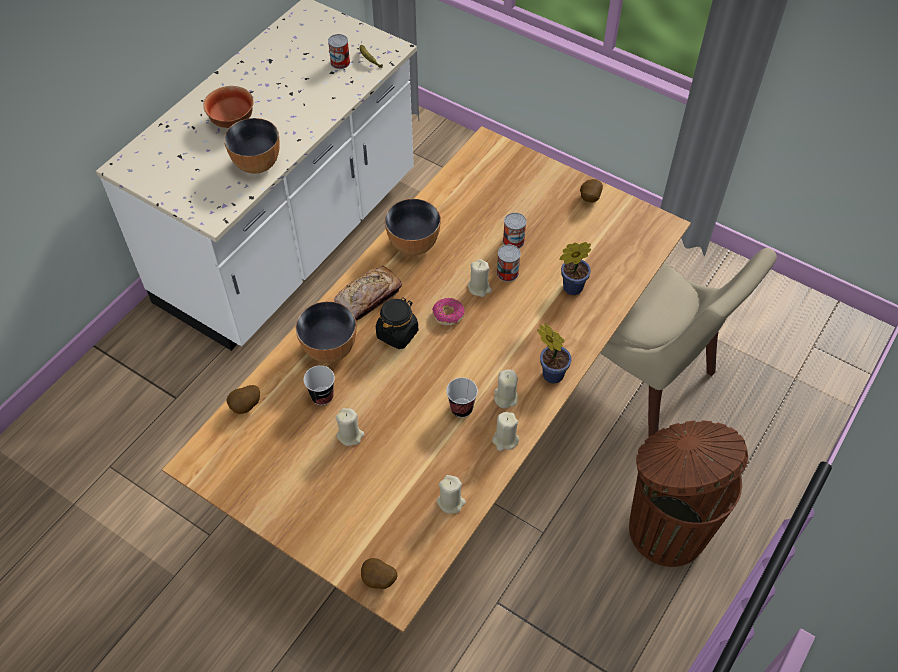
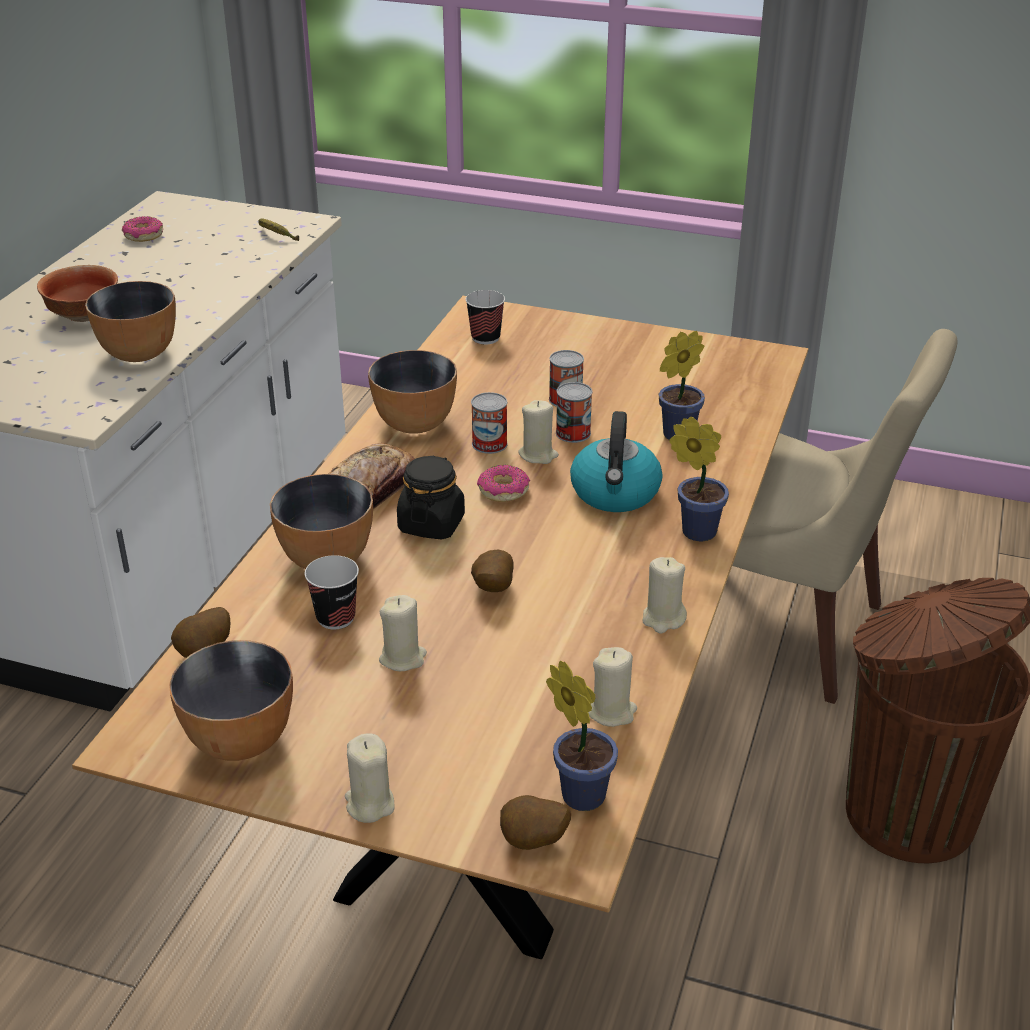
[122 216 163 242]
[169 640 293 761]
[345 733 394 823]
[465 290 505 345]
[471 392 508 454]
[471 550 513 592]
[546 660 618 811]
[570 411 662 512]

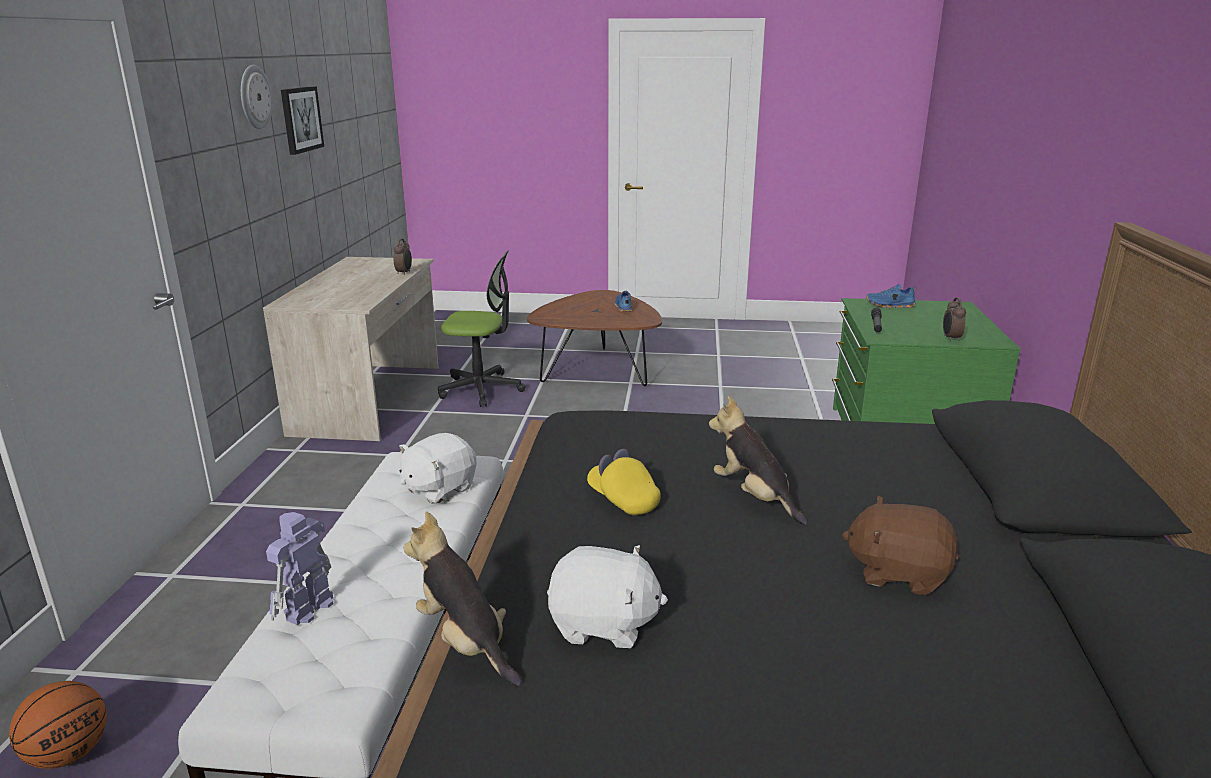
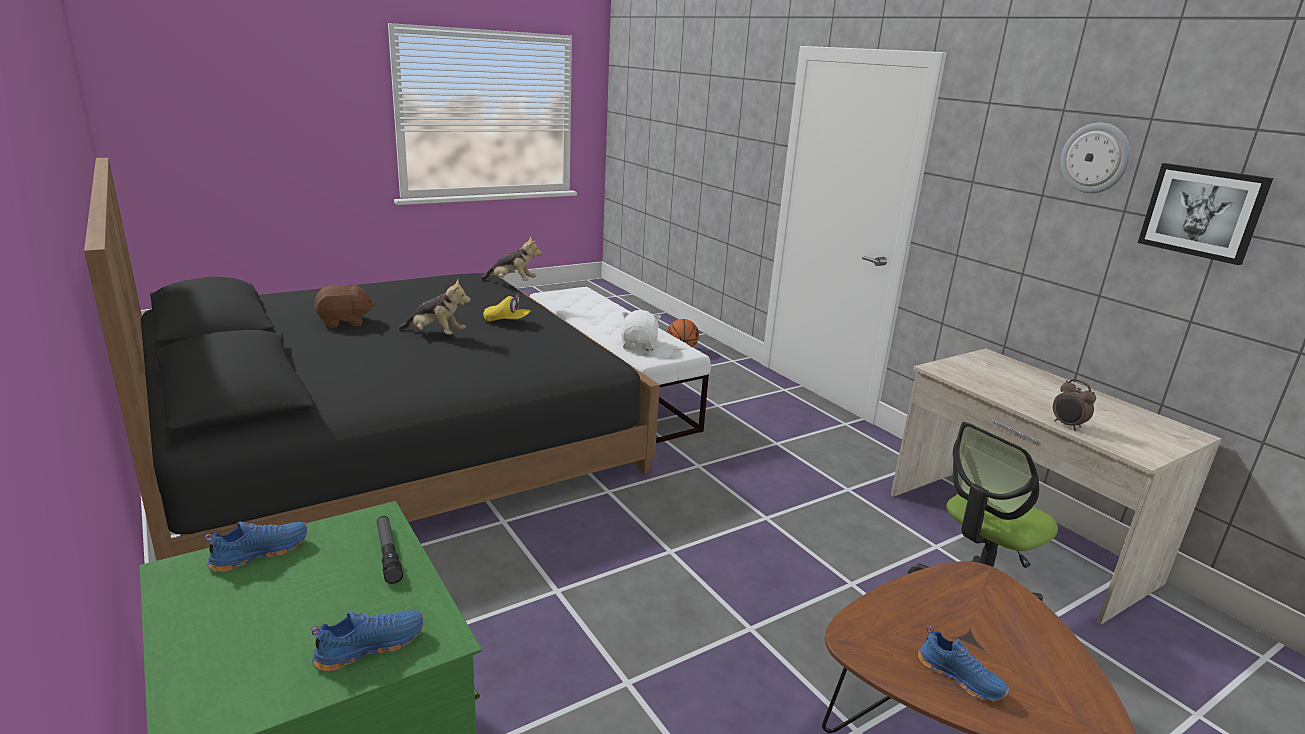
[205 522 307 572]
[266 512 333 625] (first image)
[547 545 668 648] (first image)

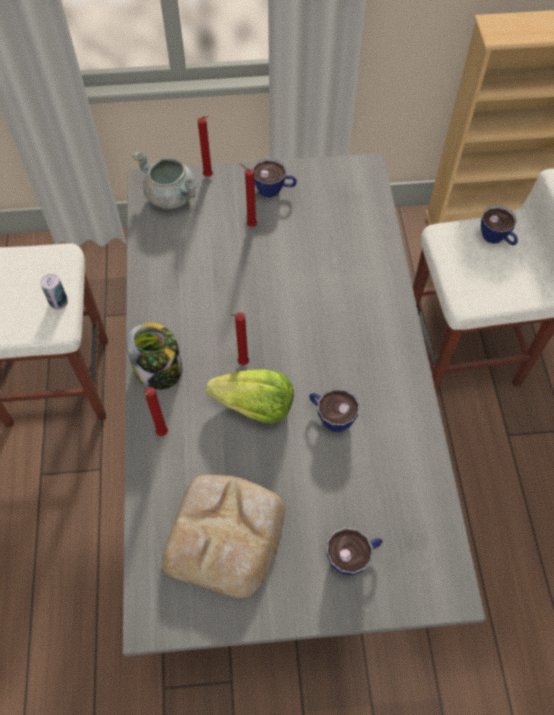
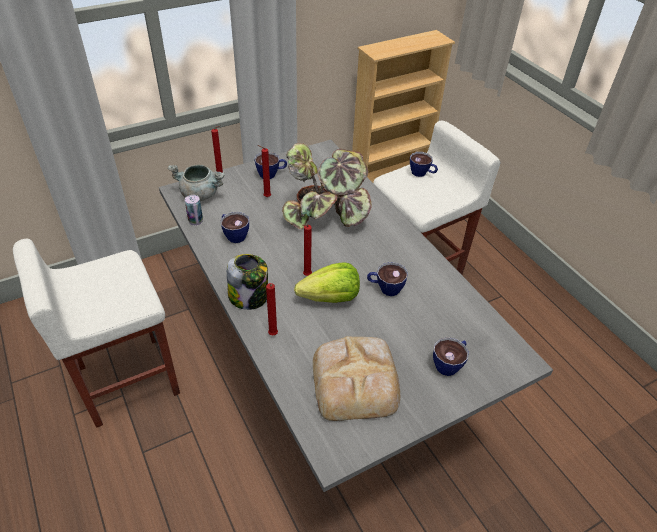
[185 195 203 226]
[221 212 249 243]
[282 143 372 229]

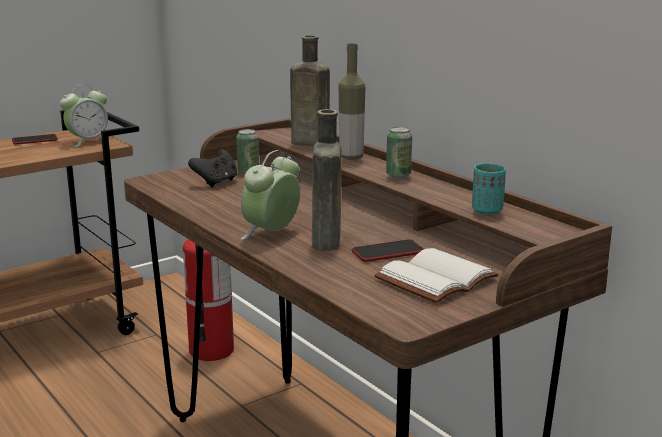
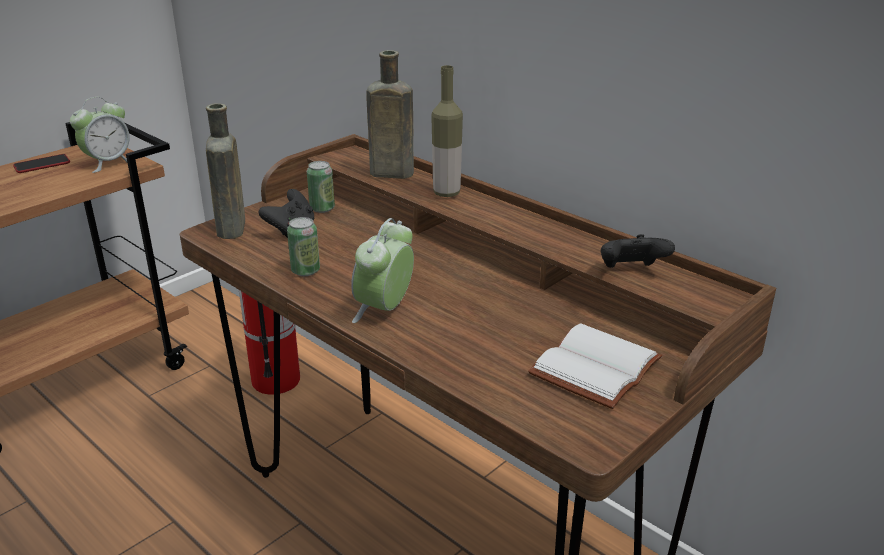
[206 103 245 239]
[287 217 320 276]
[601 234 675 268]
[352 239 424 262] (first image)

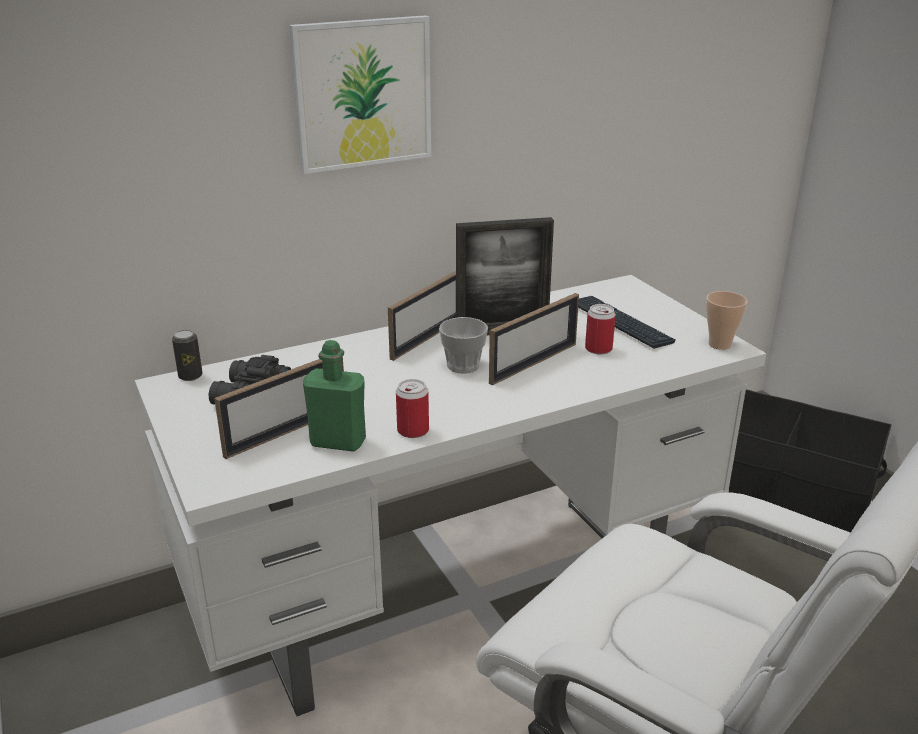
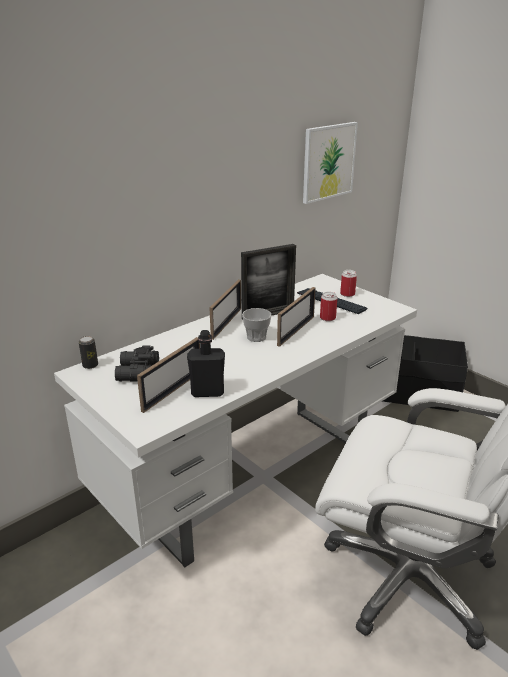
[187 330 225 397]
[303 122 358 204]
[340 270 357 297]
[706 291 747 350] (first image)

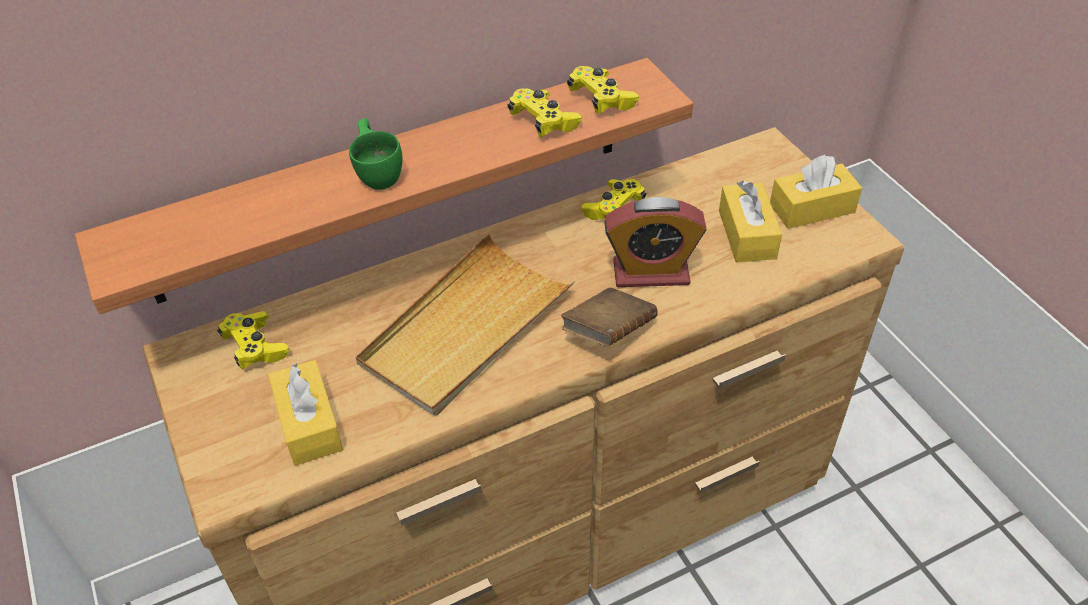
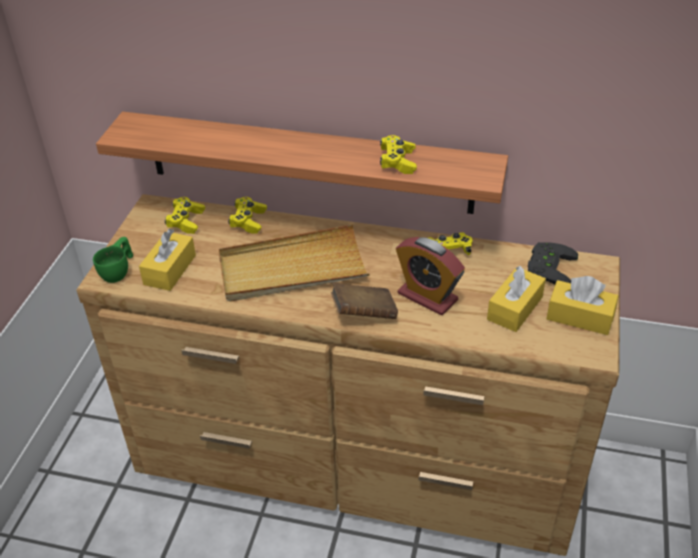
[93 237 133 283]
[228 197 267 234]
[528 242 578 285]

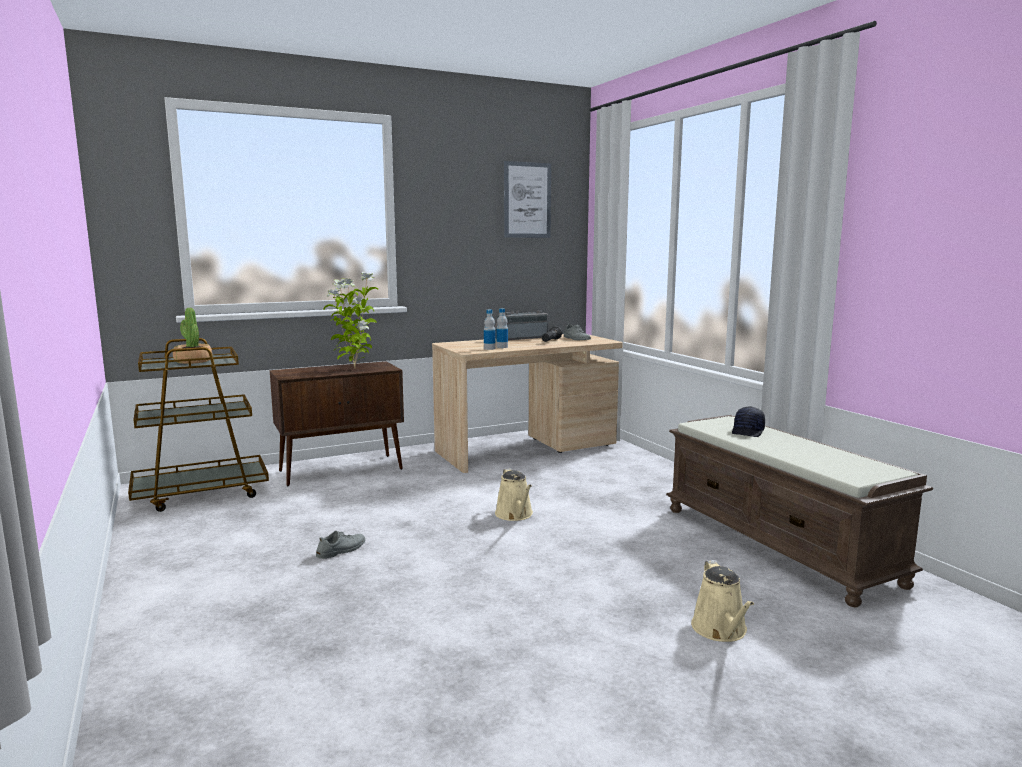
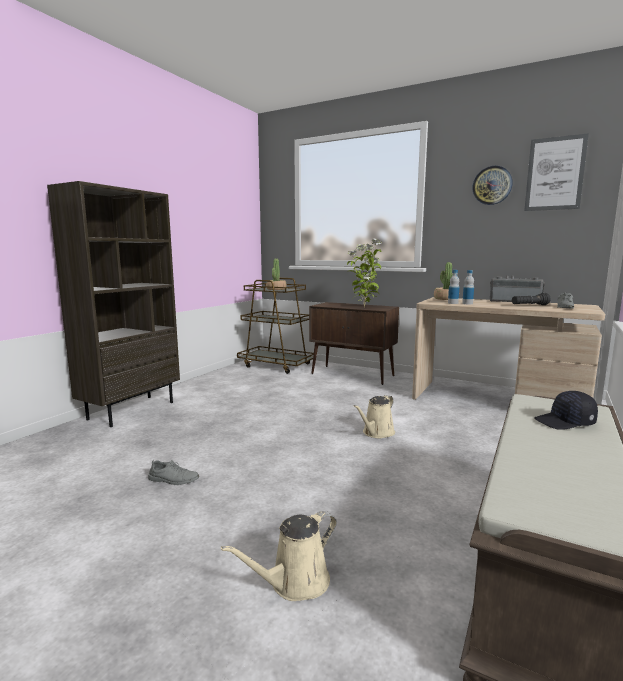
[47 181 180 427]
[148 460 199 485]
[434 262 453 300]
[472 166 513 205]

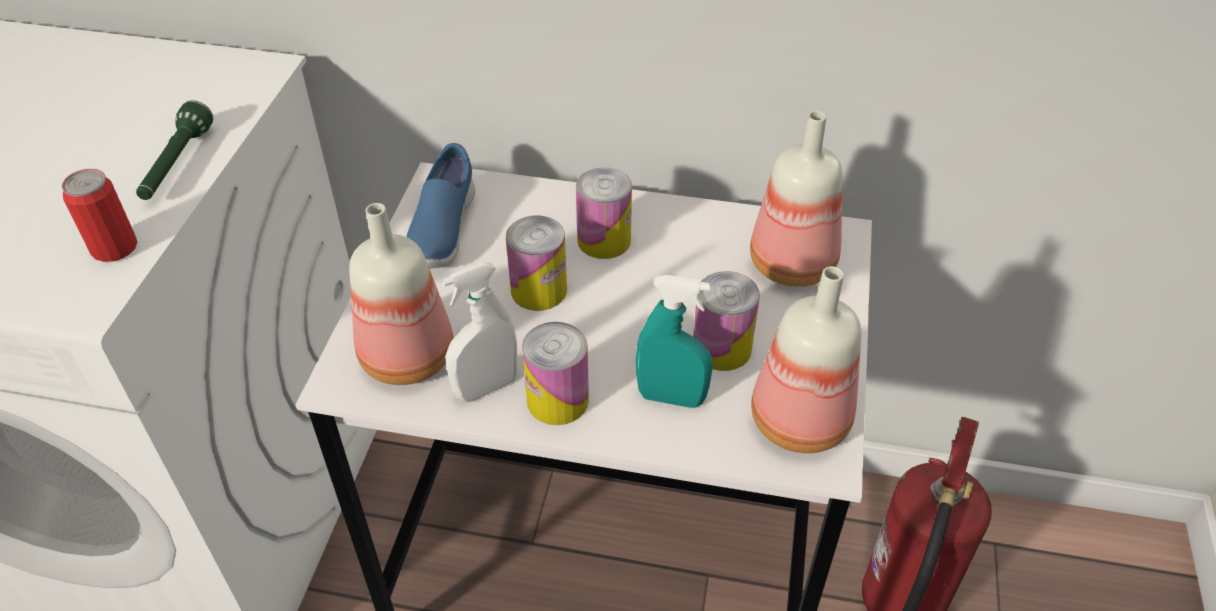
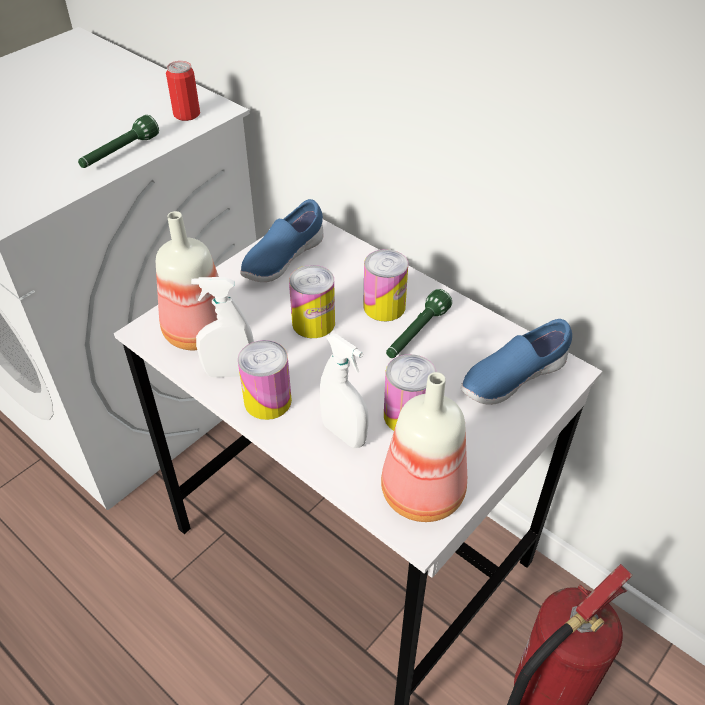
[166 61 200 121]
[320 333 368 448]
[386 289 452 358]
[461 319 572 405]

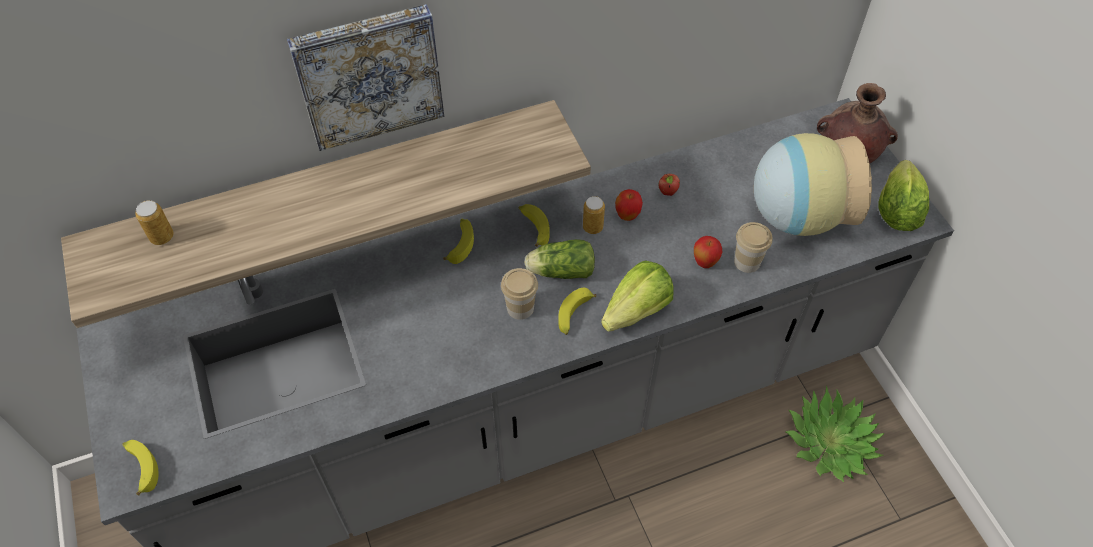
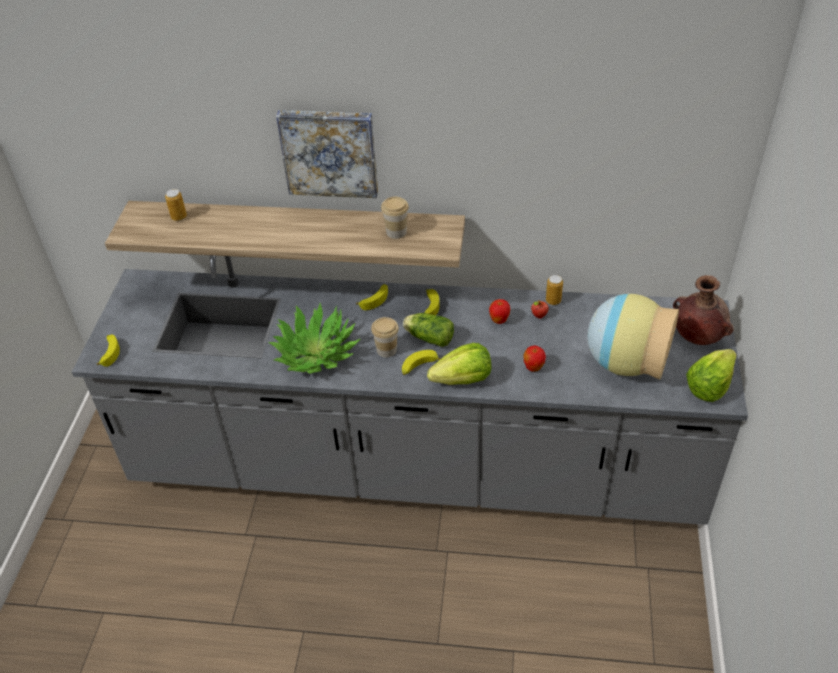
[268 303 360 374]
[381 197 409 239]
[546 275 563 305]

